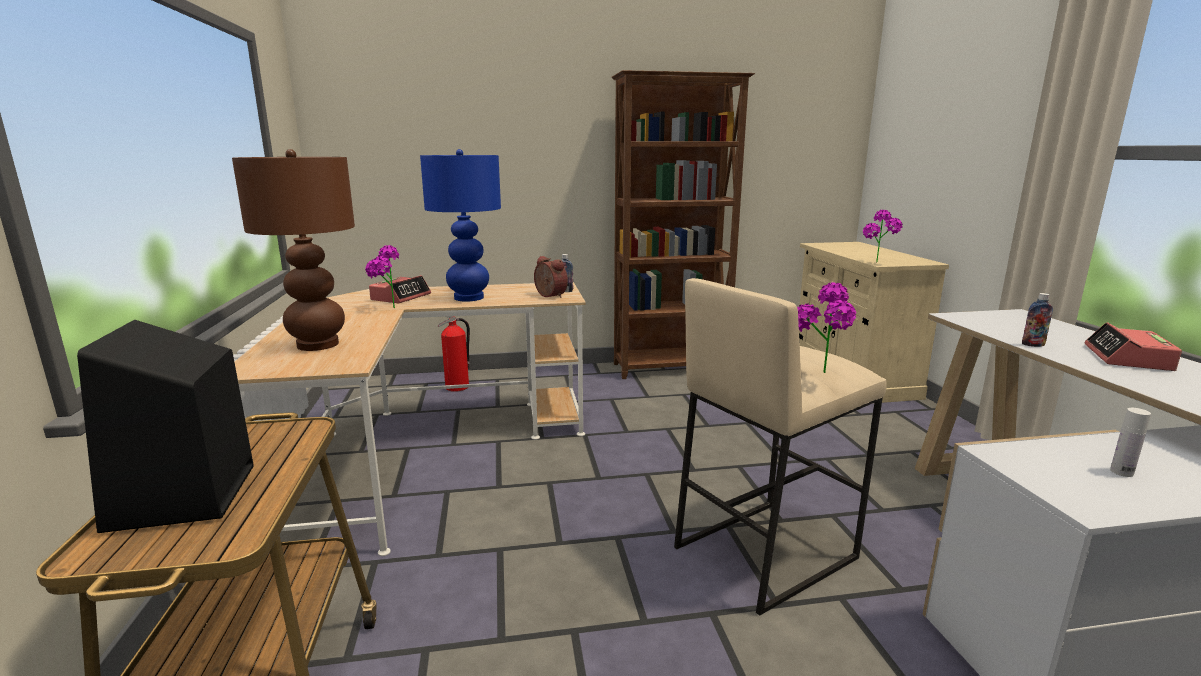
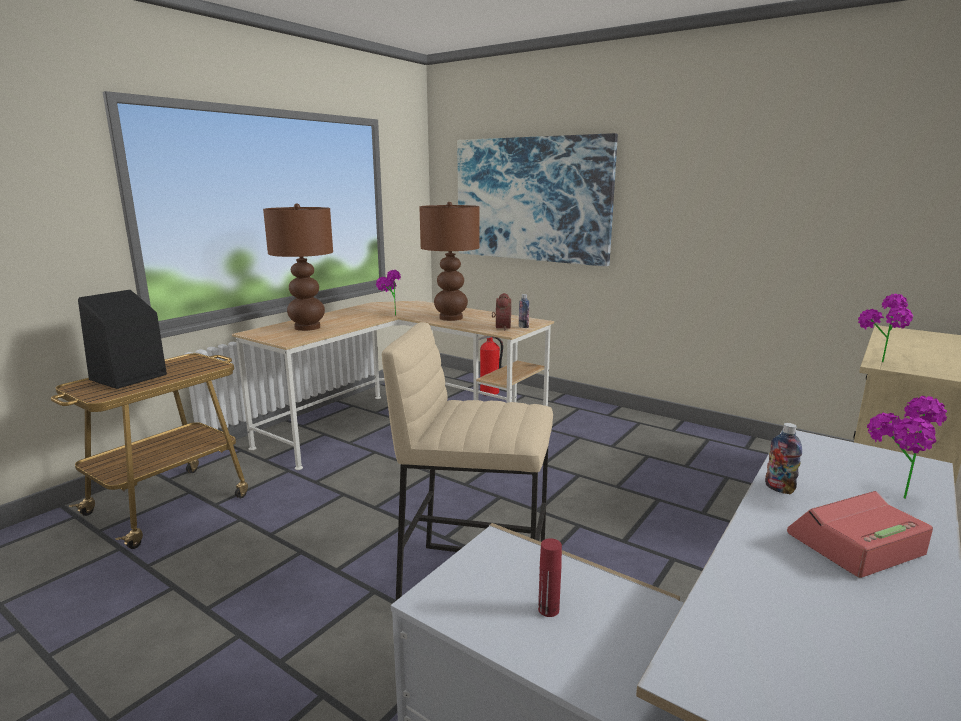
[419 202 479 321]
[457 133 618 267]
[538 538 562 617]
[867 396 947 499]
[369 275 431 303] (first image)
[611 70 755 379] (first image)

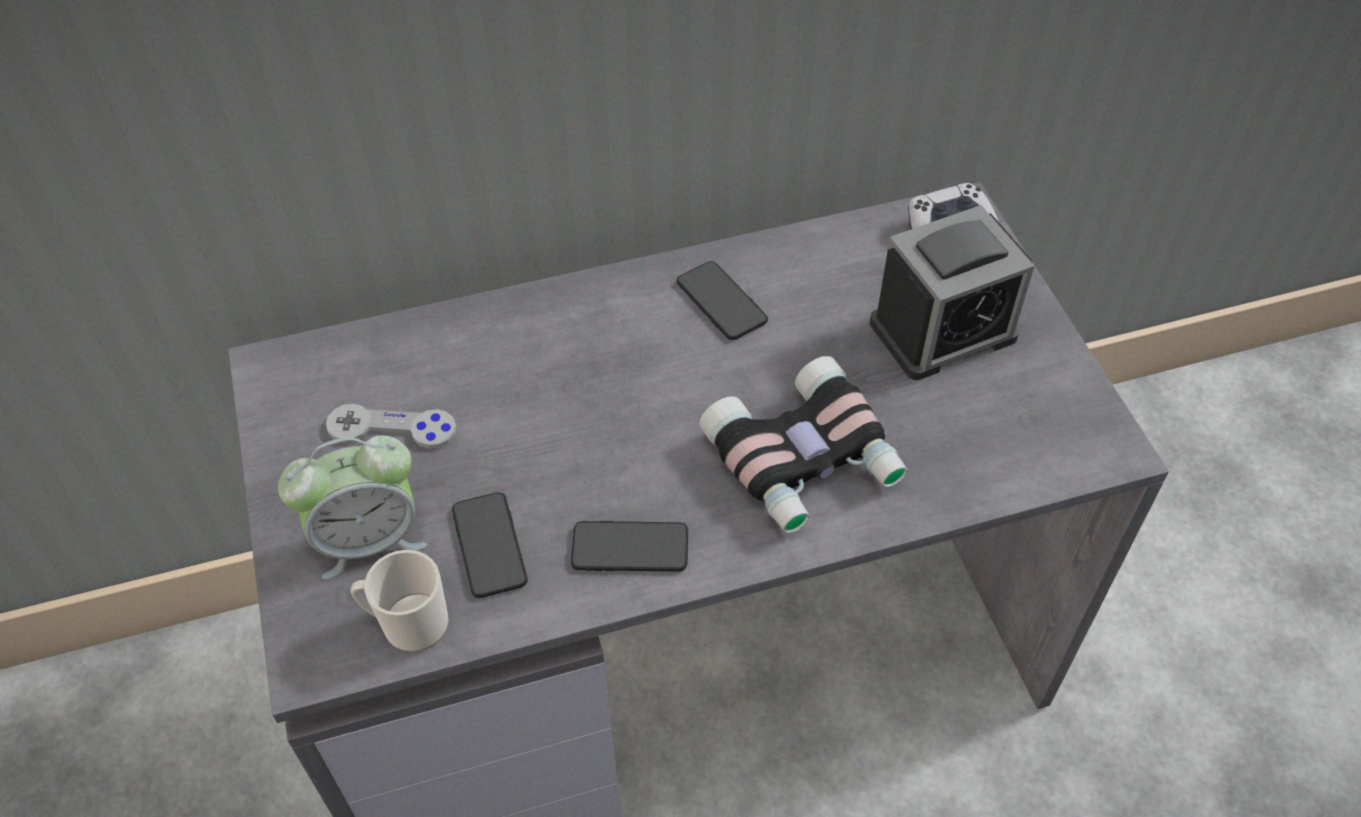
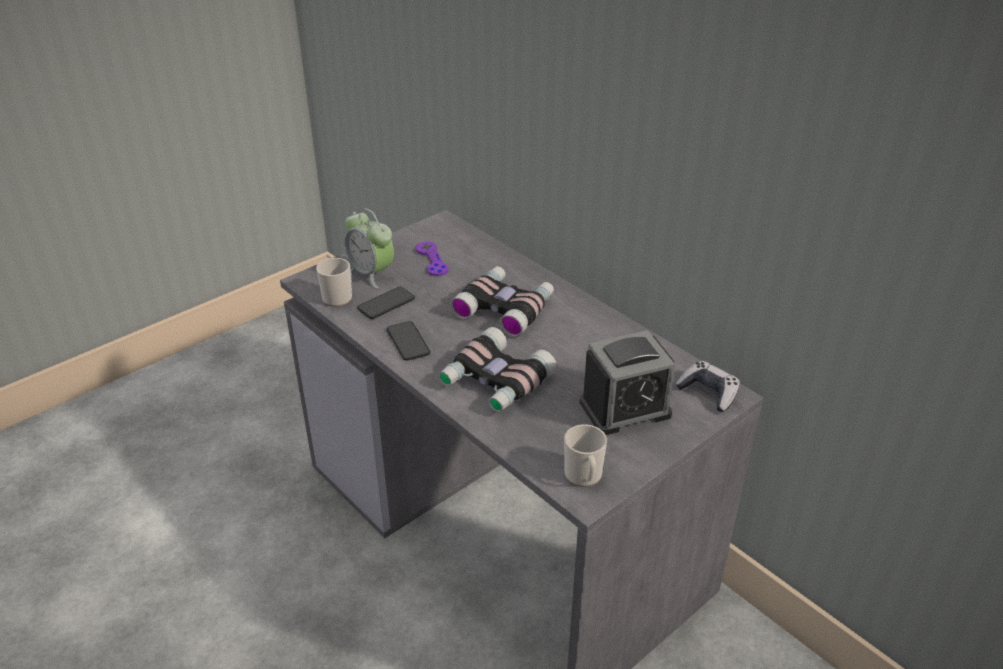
[416 241 449 276]
[450 266 554 337]
[564 424 607 487]
[580 330 675 435]
[677 261 768 340] (first image)

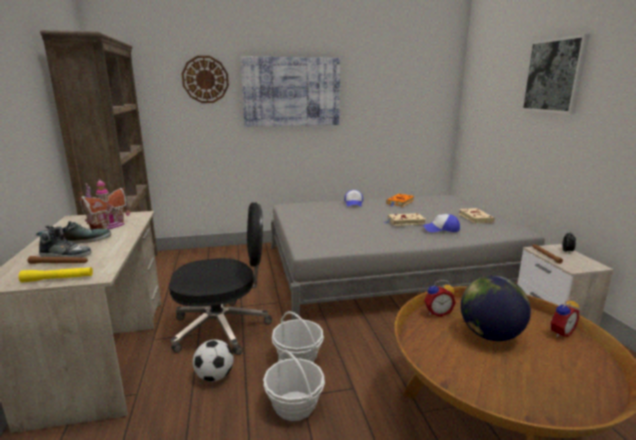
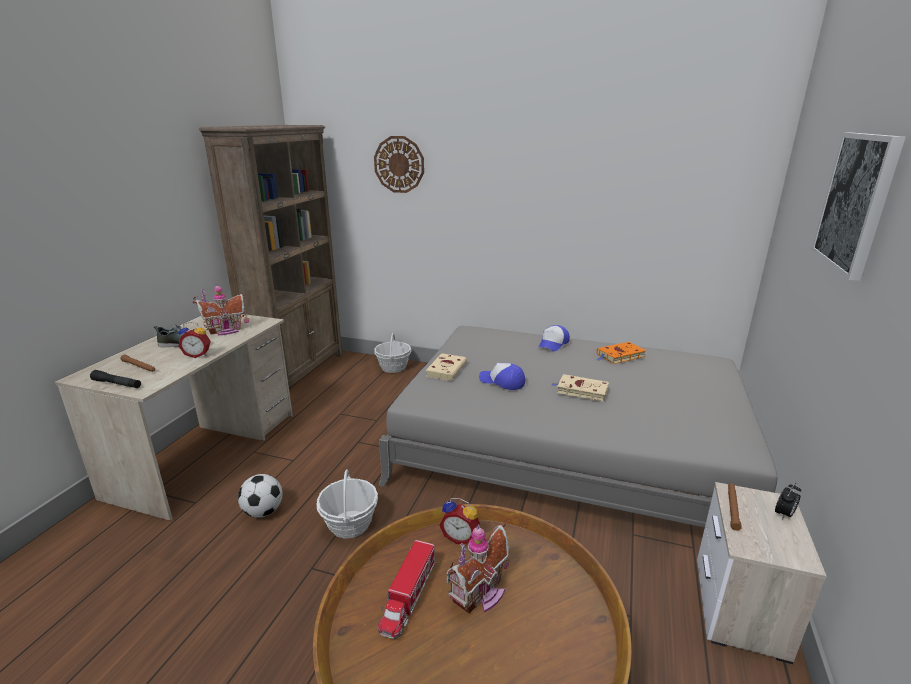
[90 370 141 388]
[178 322 211 358]
[374 333 411 373]
[378 540 435 639]
[426 353 467 381]
[446 522 510 614]
[479 363 525 390]
[36 227 92 257] (first image)
[169 202 272 355] (first image)
[241 56 340 127] (first image)

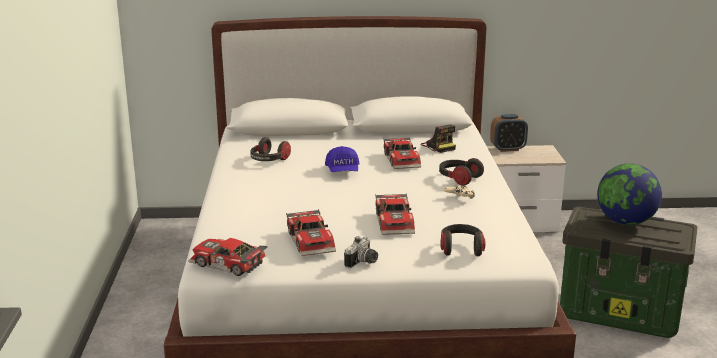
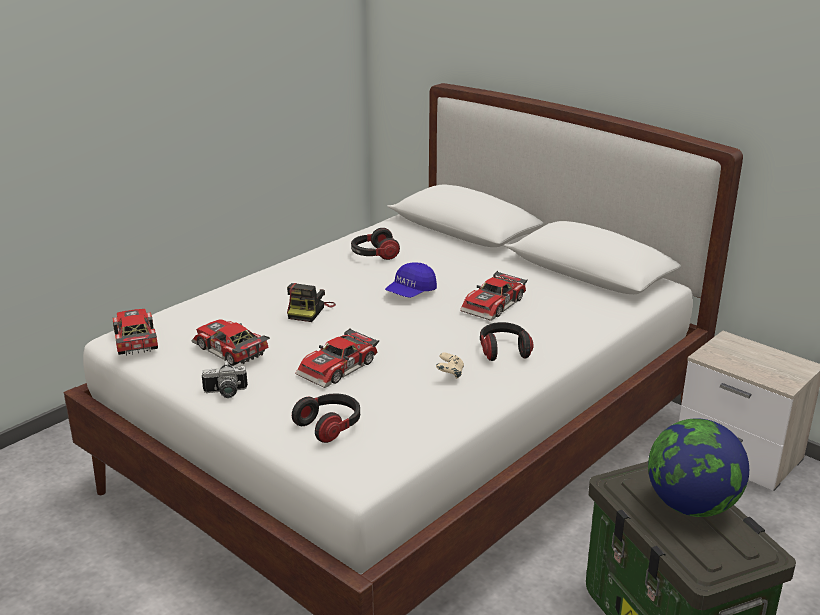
[191 319 270 366]
[287 283 336 322]
[490 114 528 152] (first image)

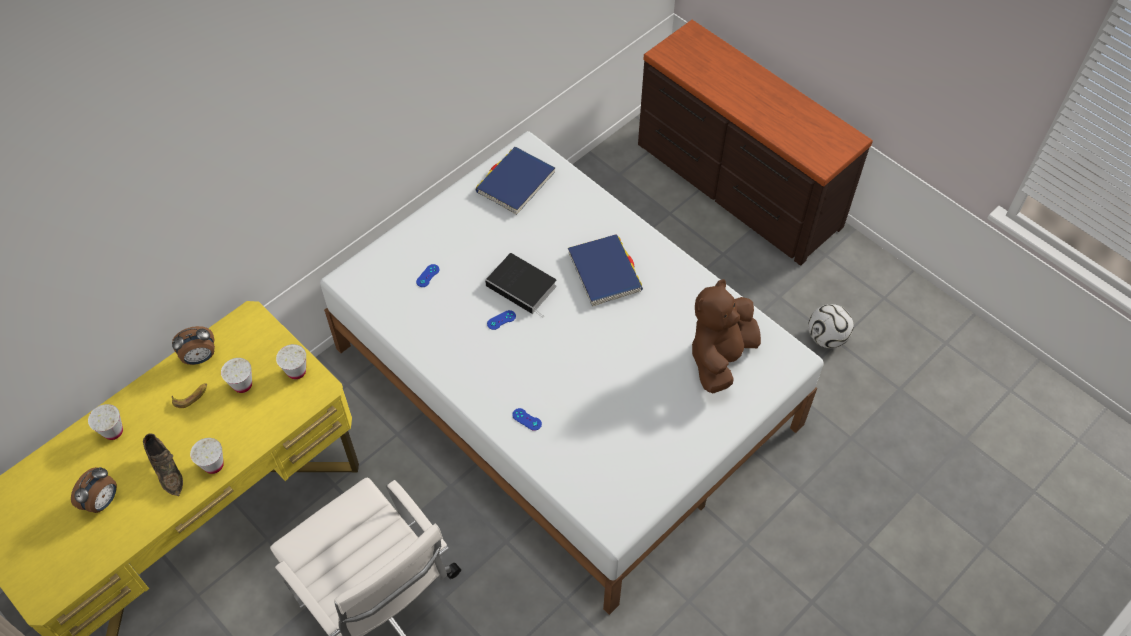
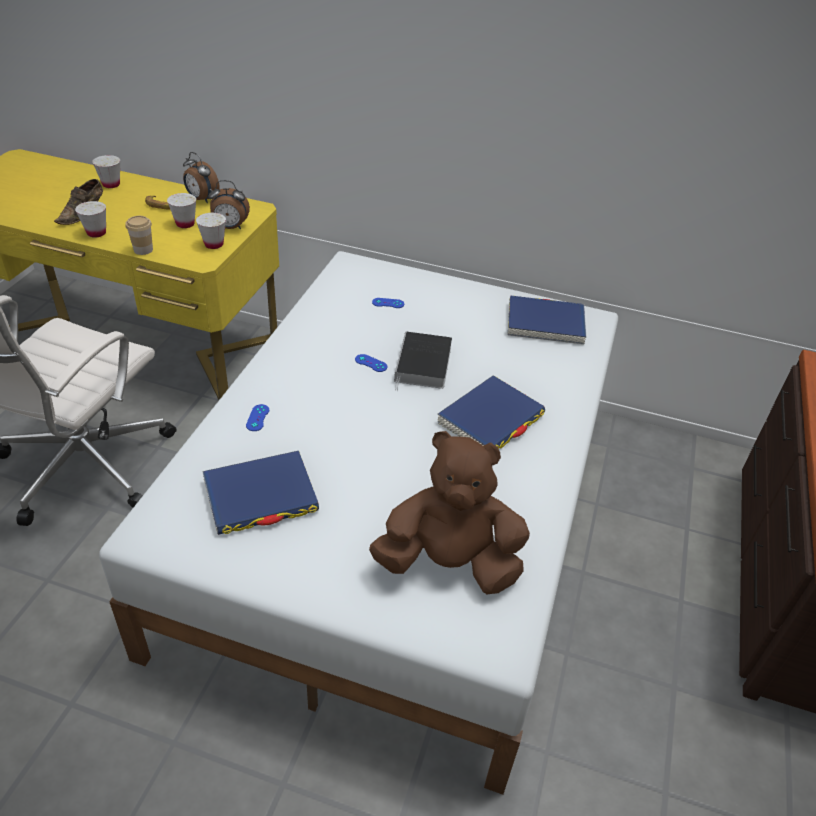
[125 216 153 255]
[202 451 319 535]
[209 180 250 229]
[808 304 854 348] (first image)

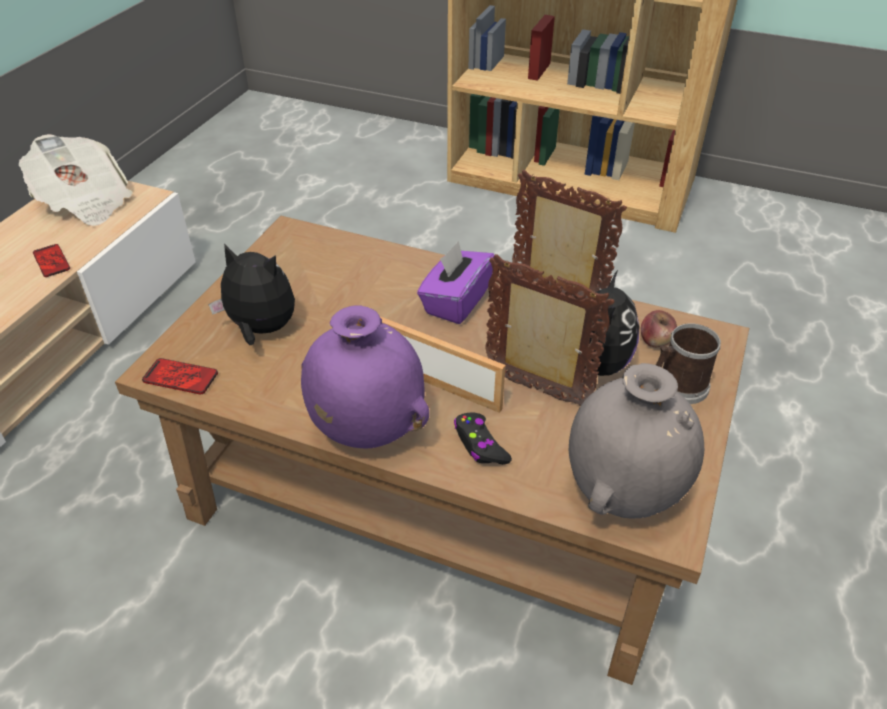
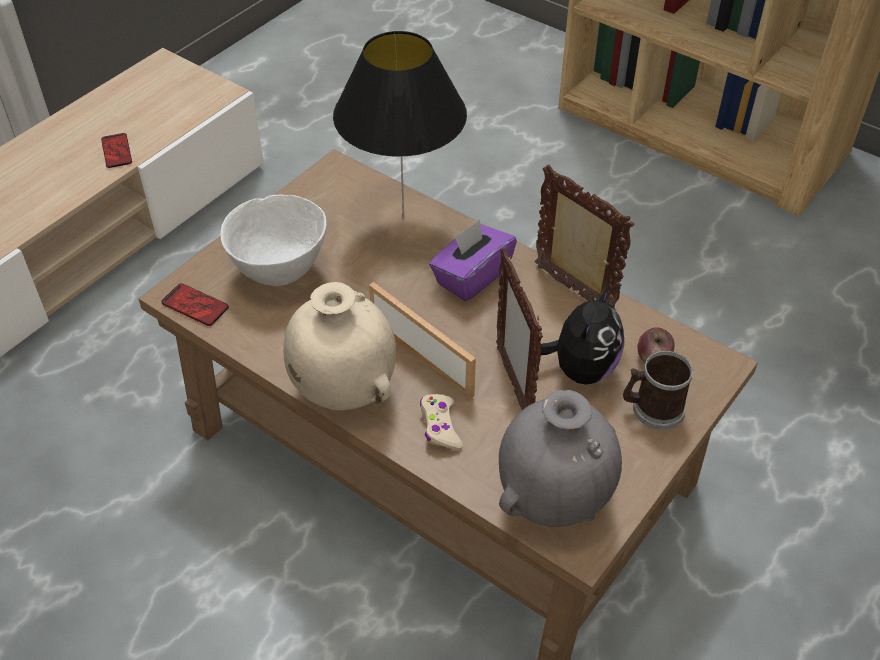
[220 195 327 286]
[283 282 396 411]
[333 31 467 219]
[420 394 463 450]
[496 248 543 410]
[19 134 133 226] (first image)

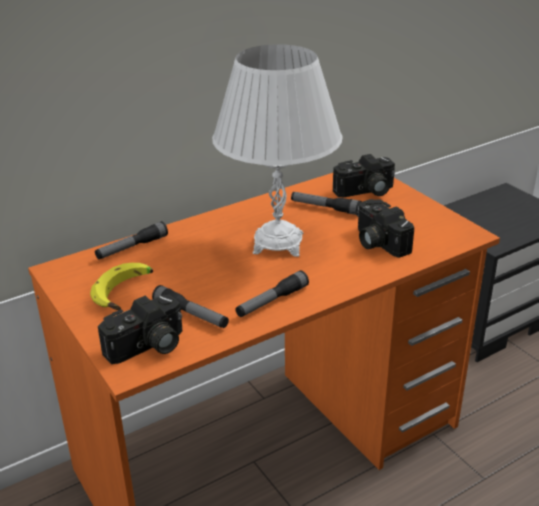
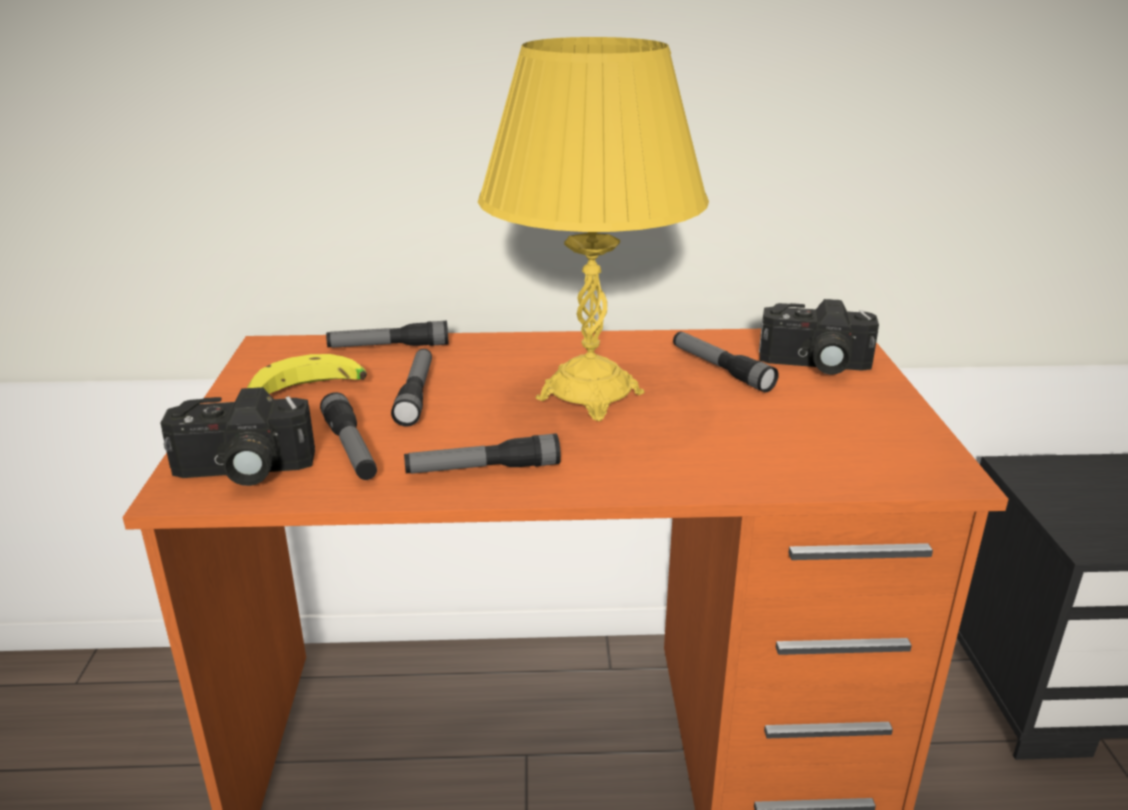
[391 349 432 427]
[478 37 709 421]
[356 199 414 258] (first image)

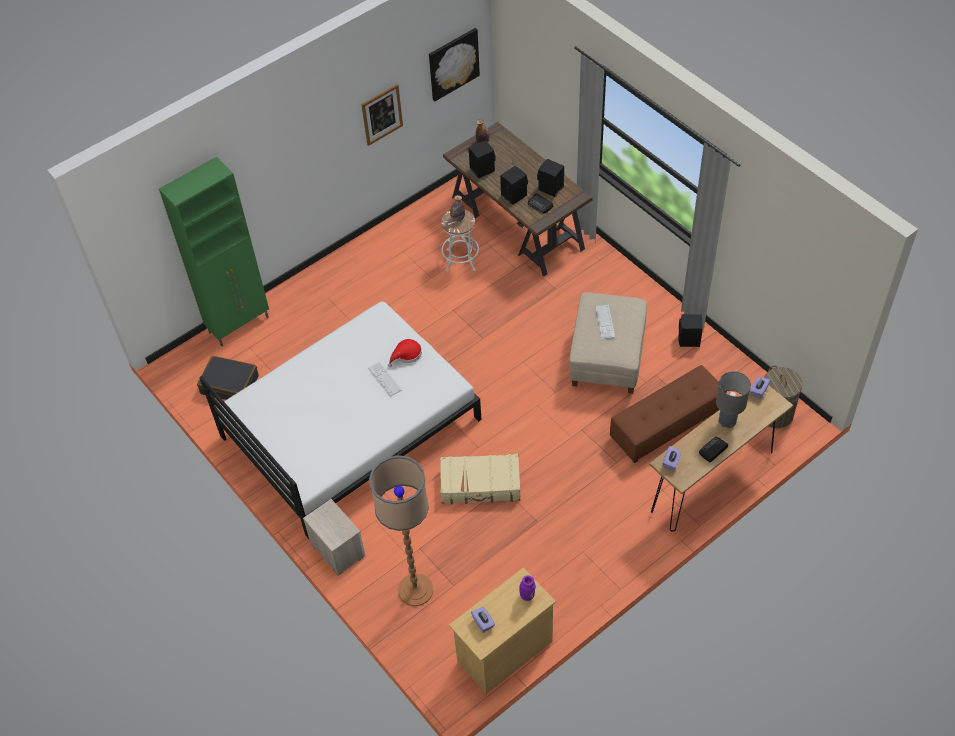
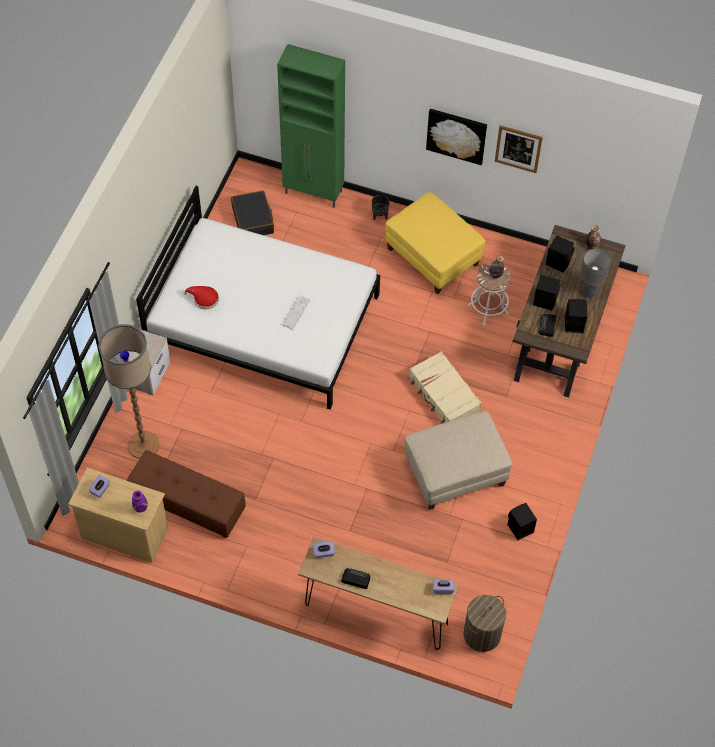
[126 450 246 538]
[183 286 219 309]
[372 195 390 220]
[385 192 485 294]
[409 351 482 424]
[426 109 487 165]
[580 248 611 298]
[596 305 615 339] (first image)

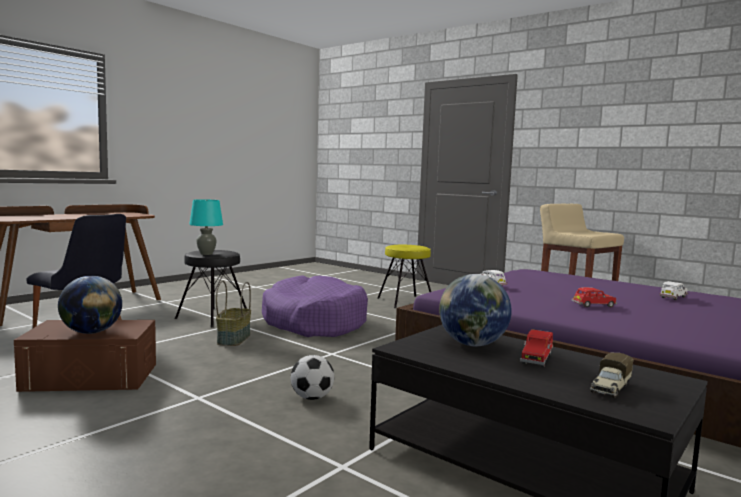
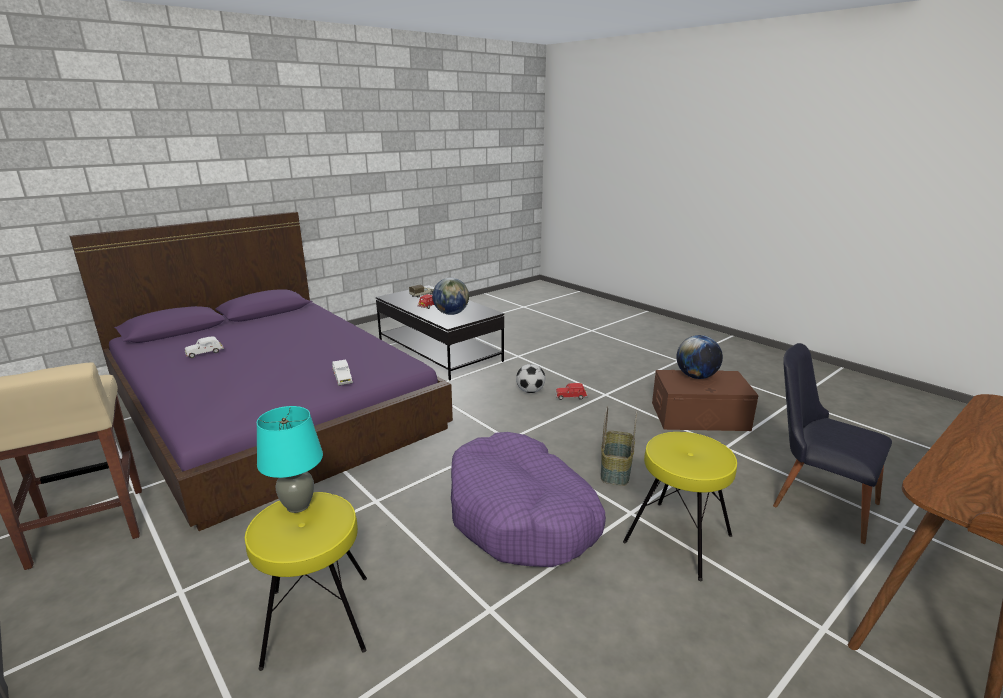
[256 406 323 513]
[555 383 588 400]
[623 432 737 581]

